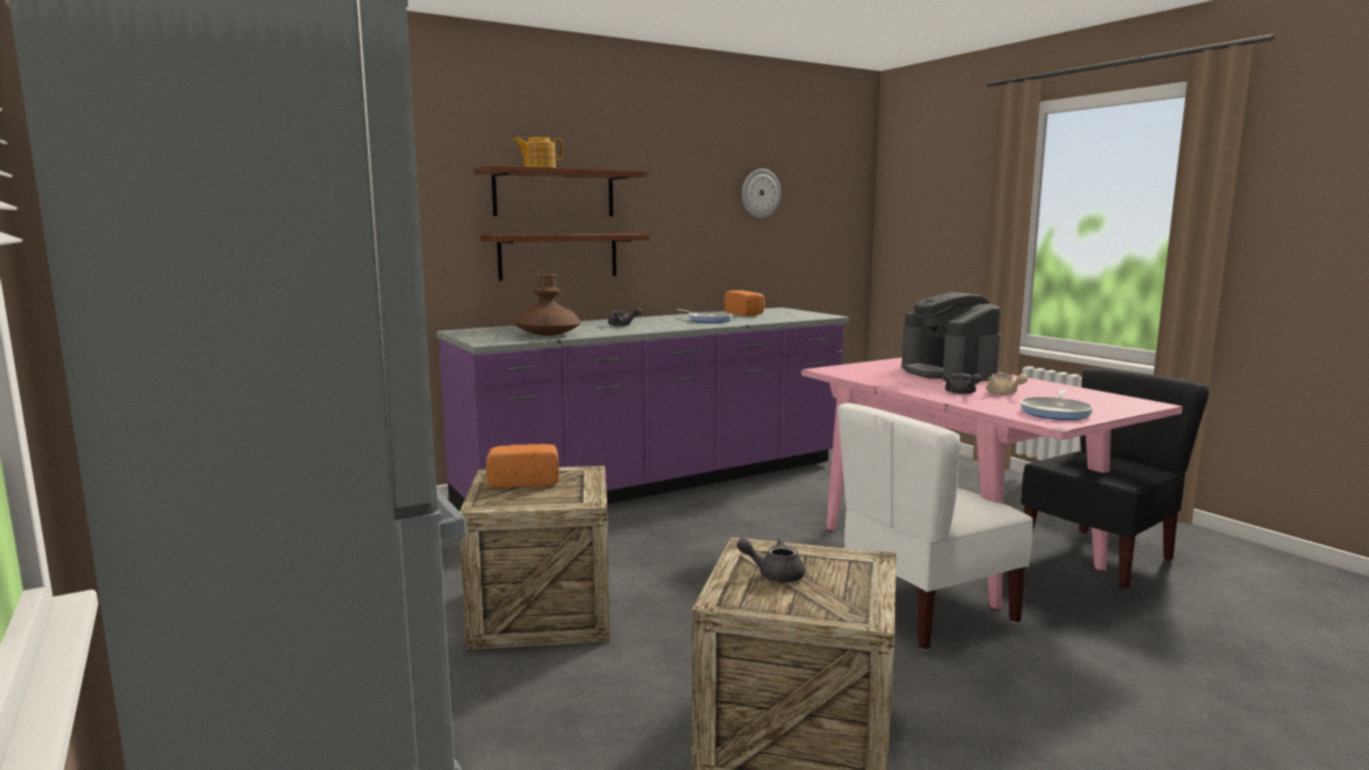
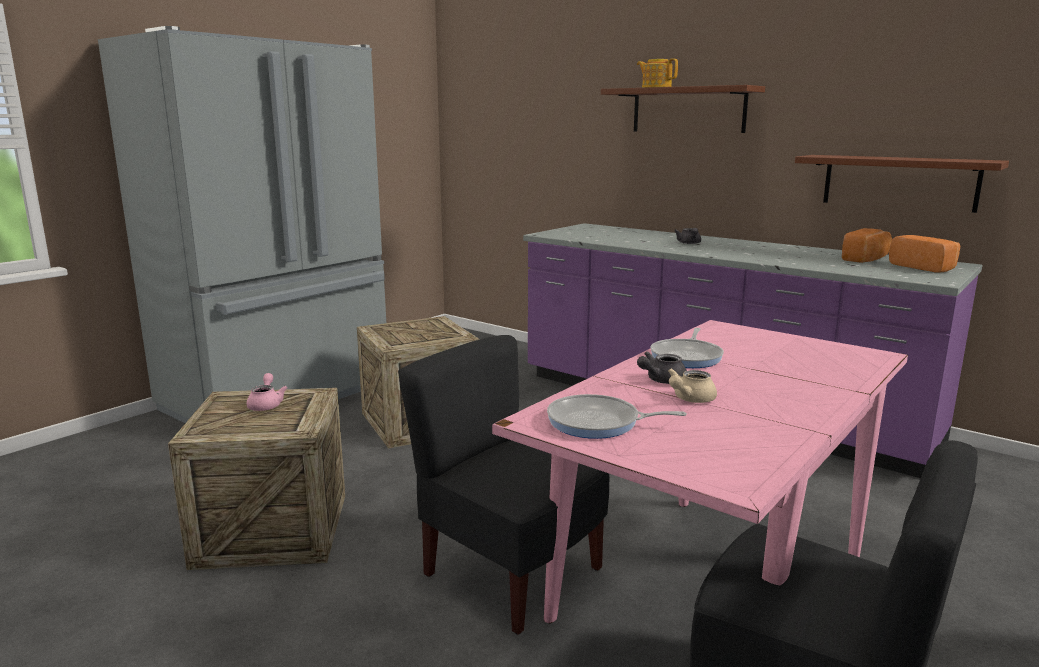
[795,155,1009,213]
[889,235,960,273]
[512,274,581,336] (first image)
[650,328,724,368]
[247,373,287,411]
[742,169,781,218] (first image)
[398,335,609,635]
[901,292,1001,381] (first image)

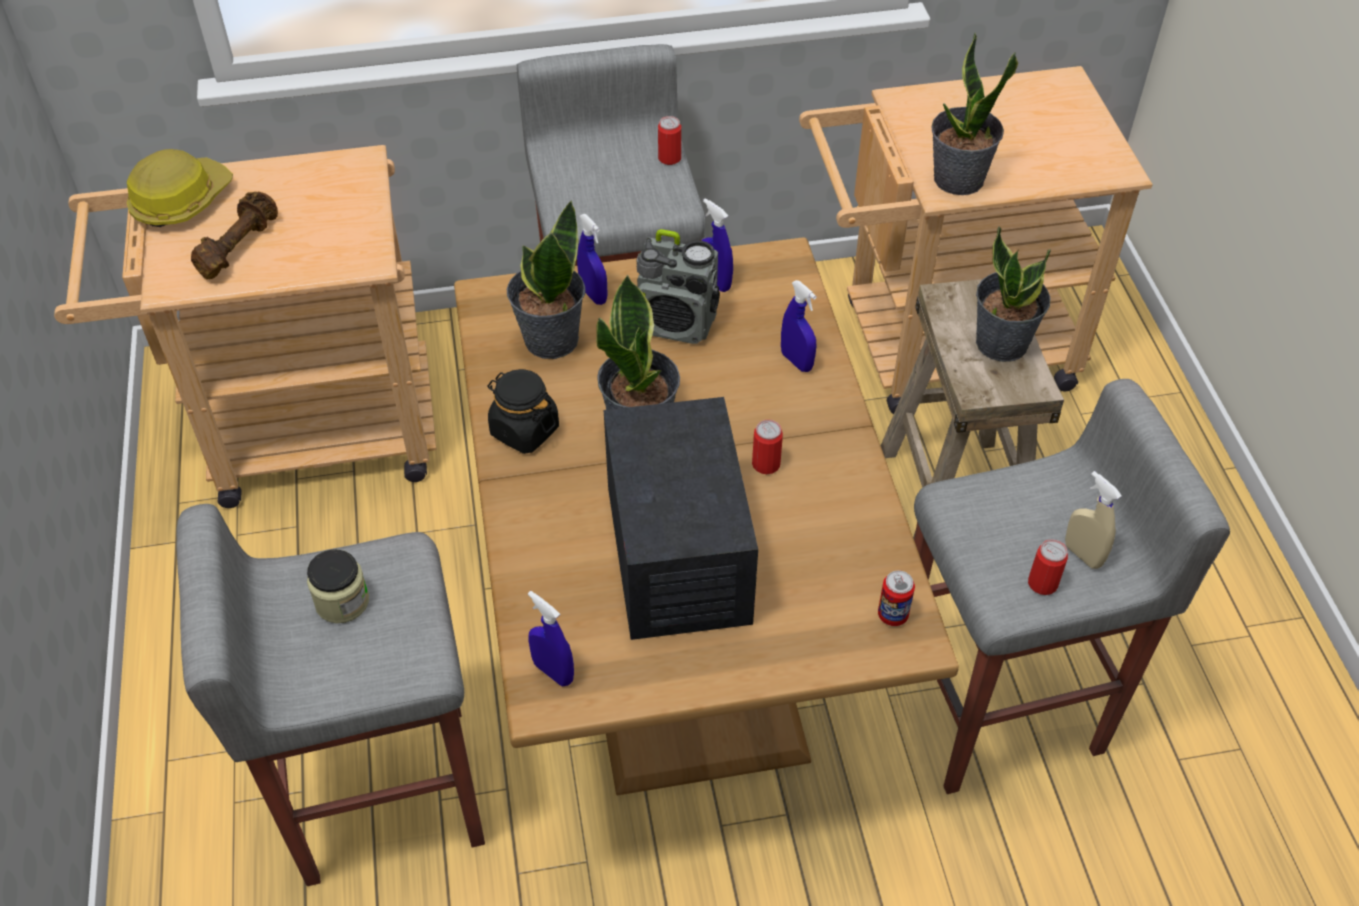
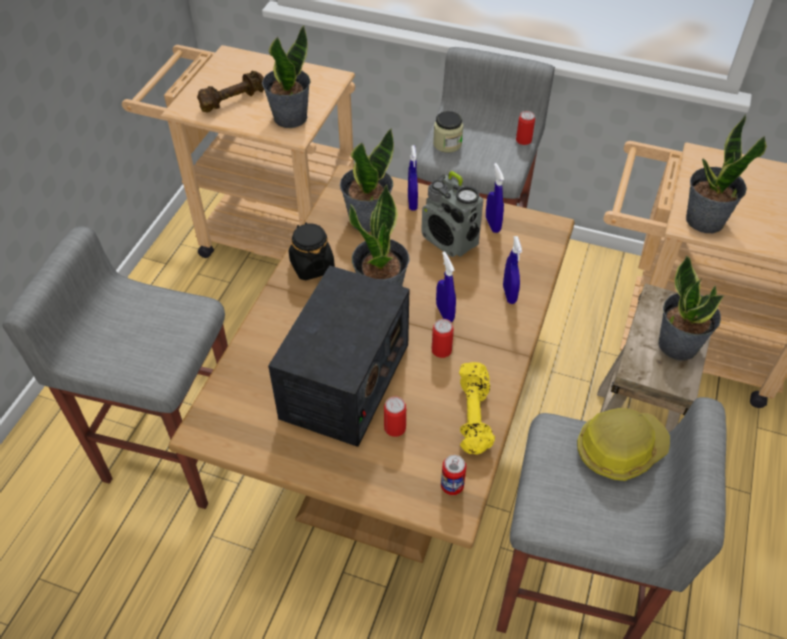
[577,408,670,481]
[433,111,463,153]
[436,251,456,323]
[384,396,406,437]
[1065,471,1122,569] (first image)
[262,26,310,128]
[459,362,495,454]

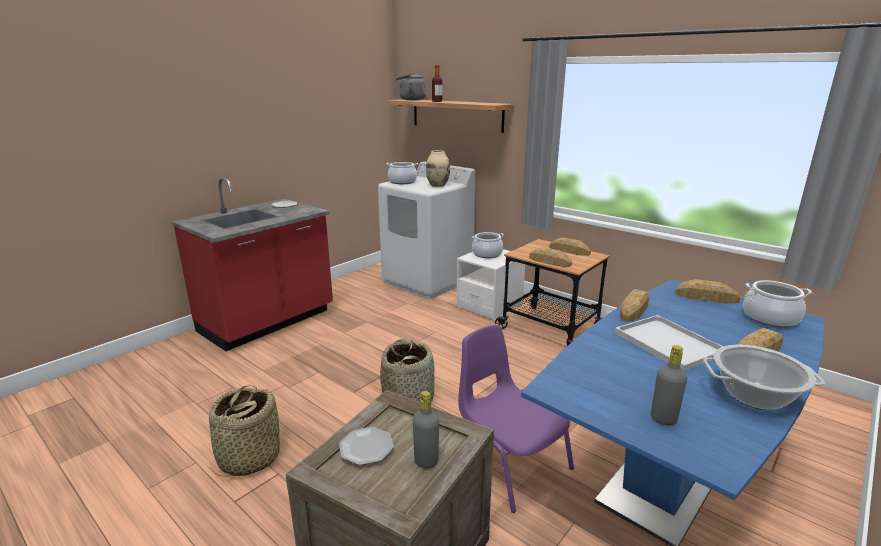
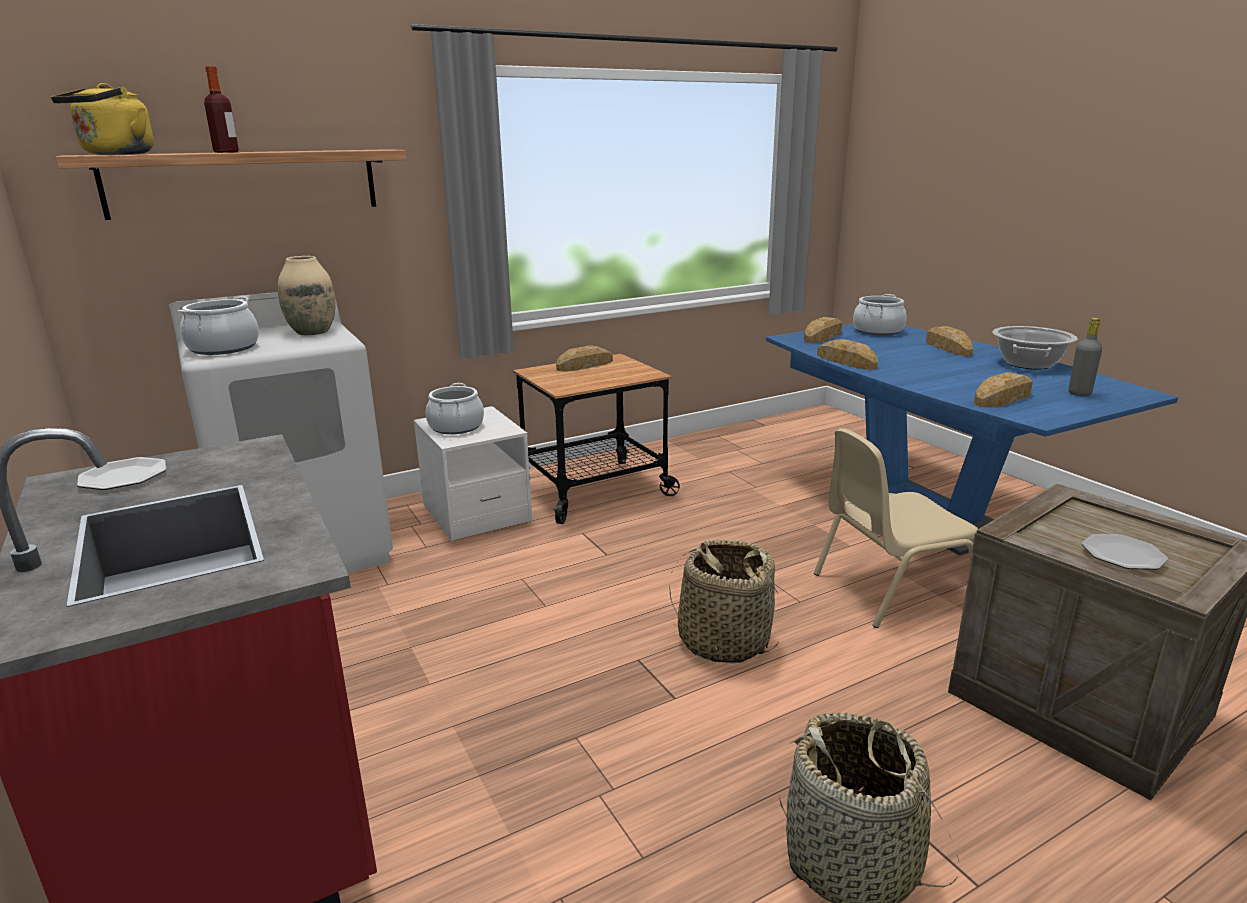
[51,83,154,154]
[413,391,439,469] (first image)
[814,428,978,628]
[974,372,1033,407]
[615,315,723,371] (first image)

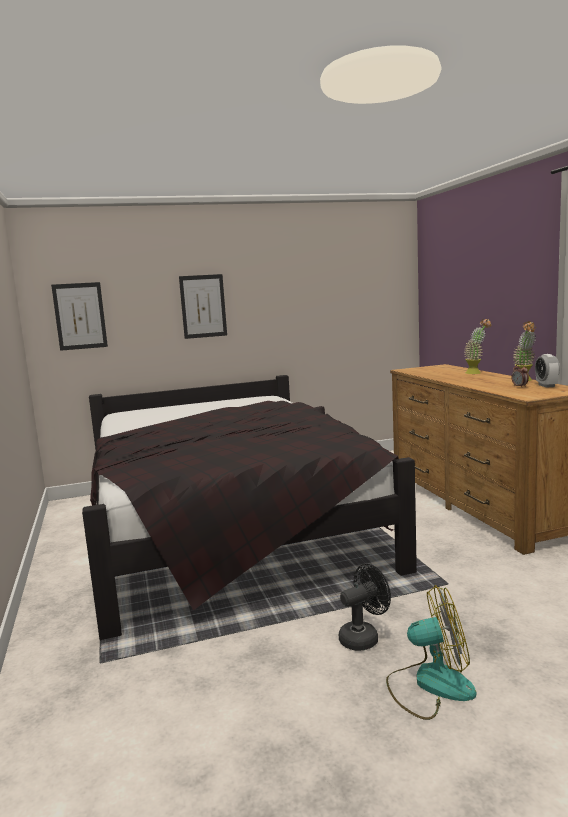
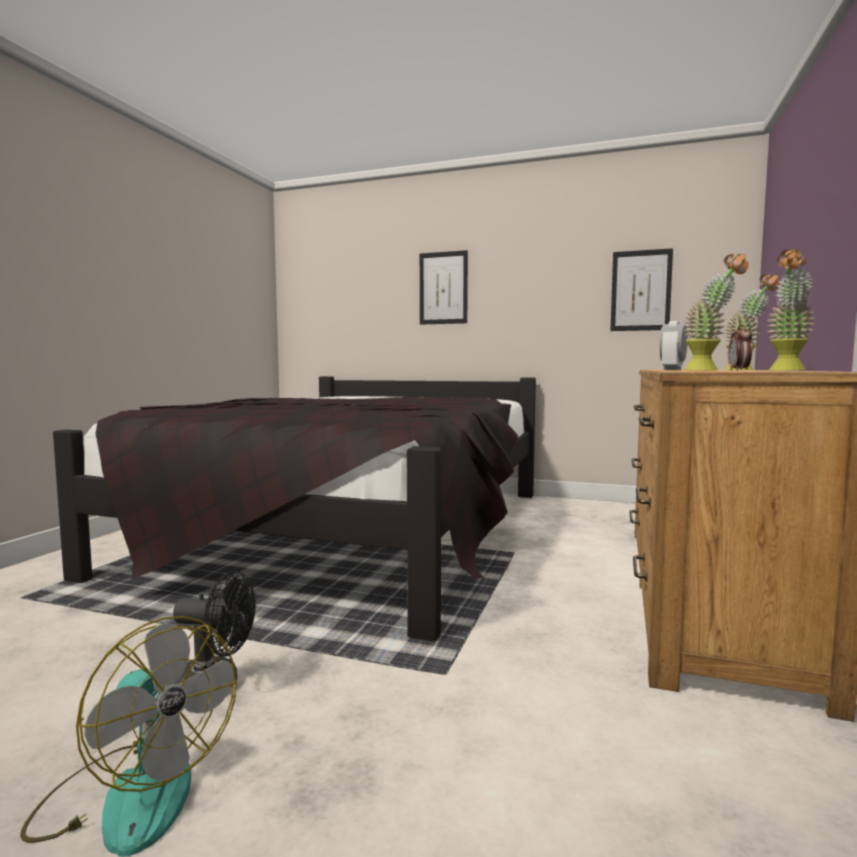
[610,248,673,331]
[659,321,688,370]
[684,254,749,370]

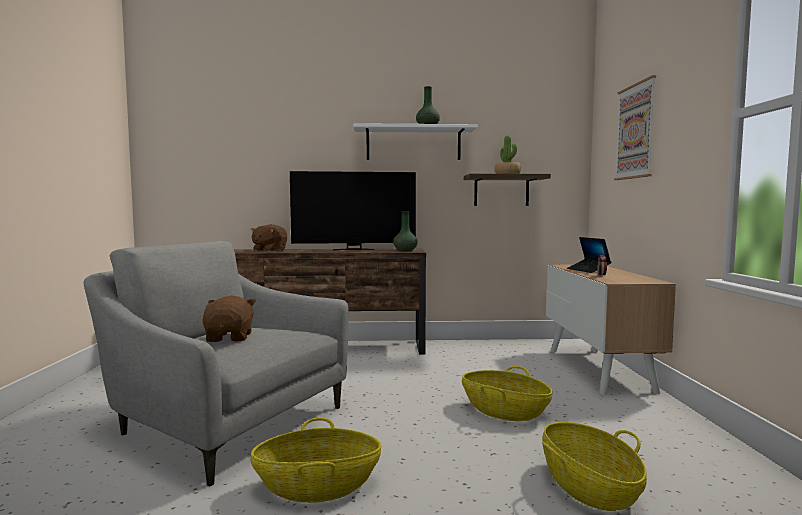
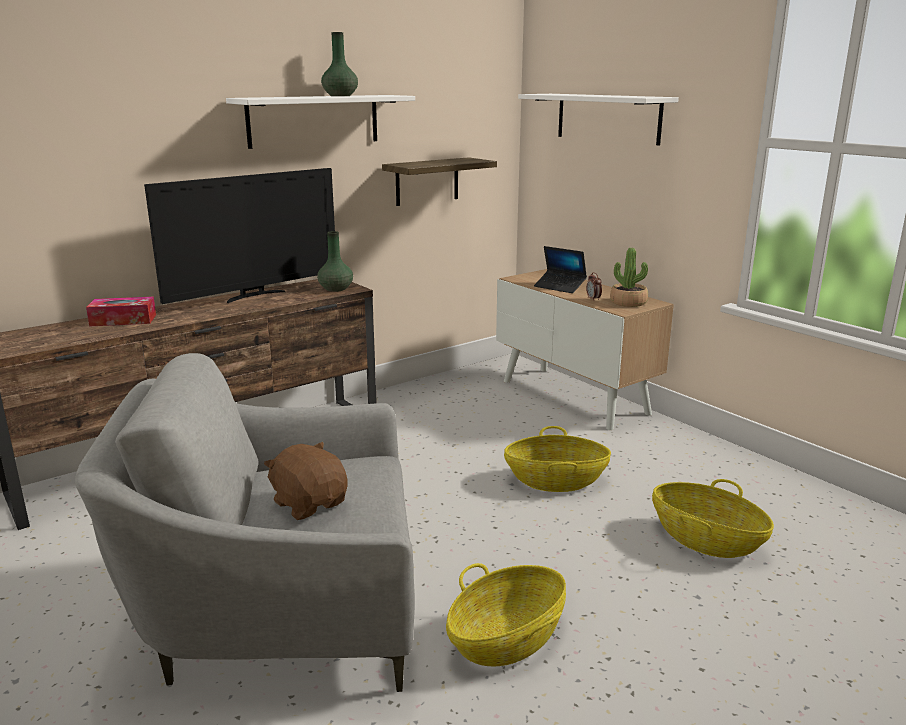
[86,297,156,327]
[610,248,648,307]
[518,94,679,146]

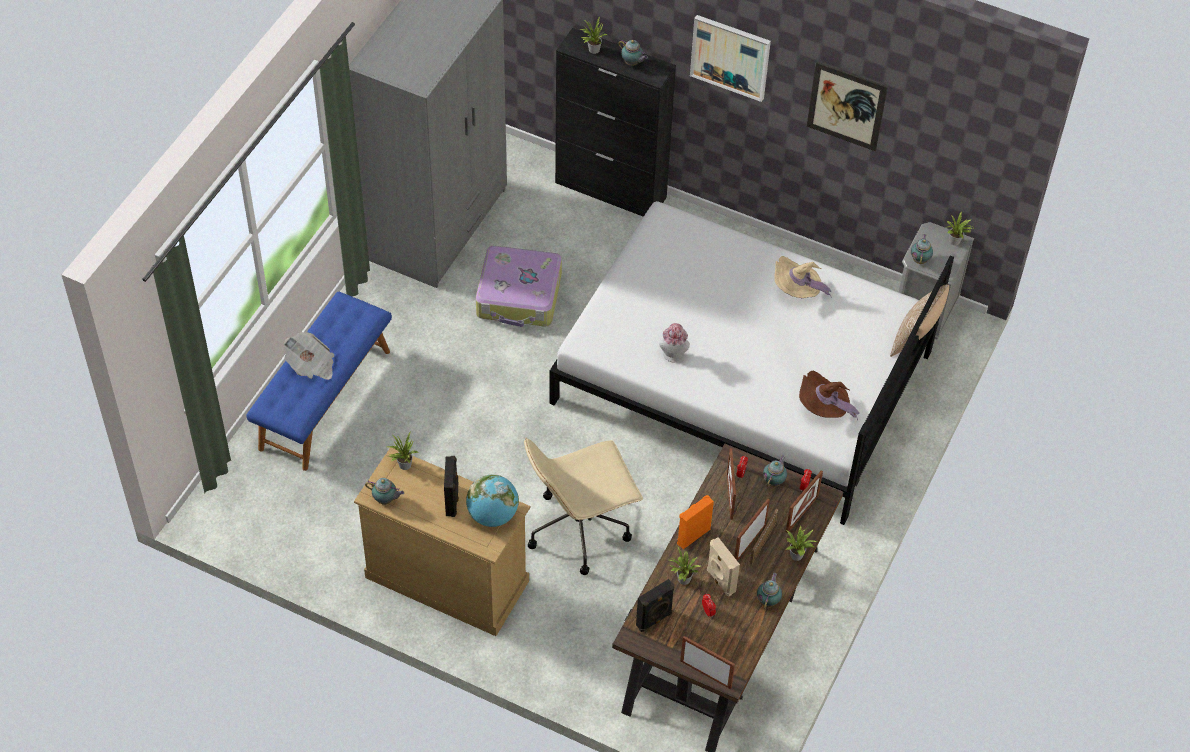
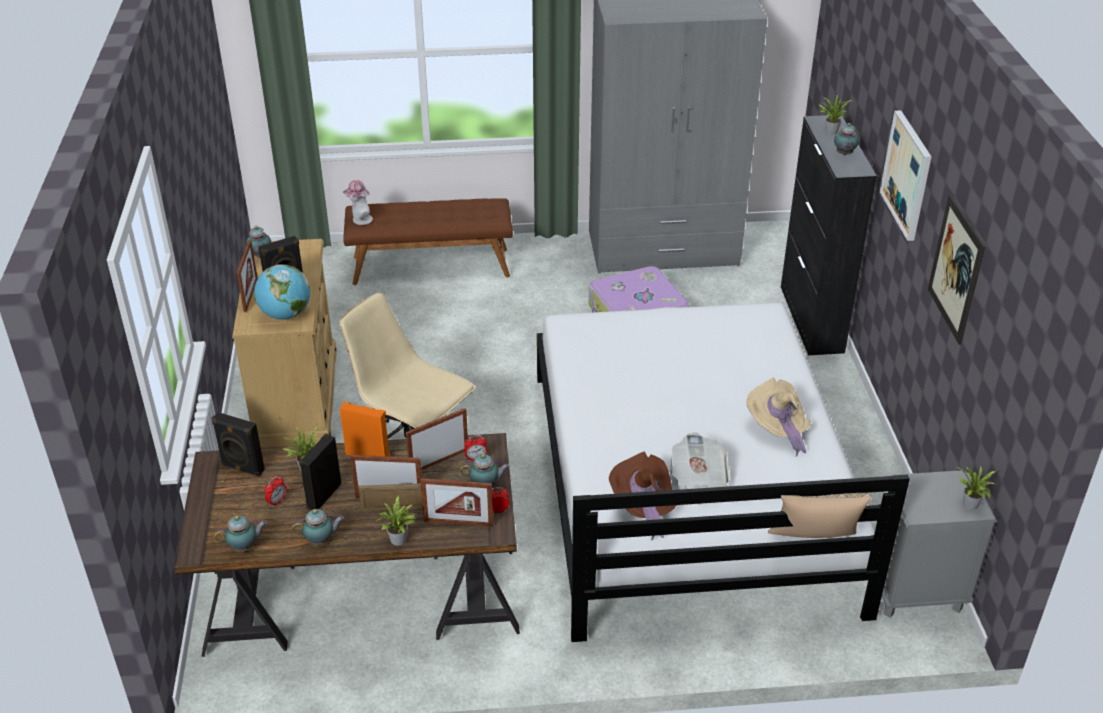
[343,198,513,285]
[670,433,729,505]
[387,431,418,470] (first image)
[342,180,373,225]
[237,240,258,312]
[299,434,342,511]
[214,515,267,552]

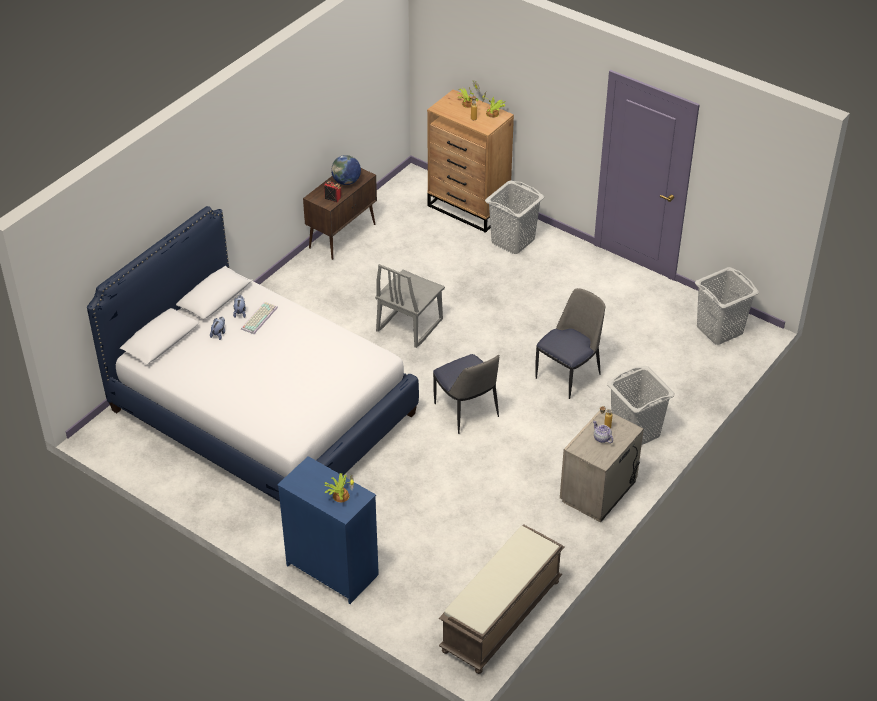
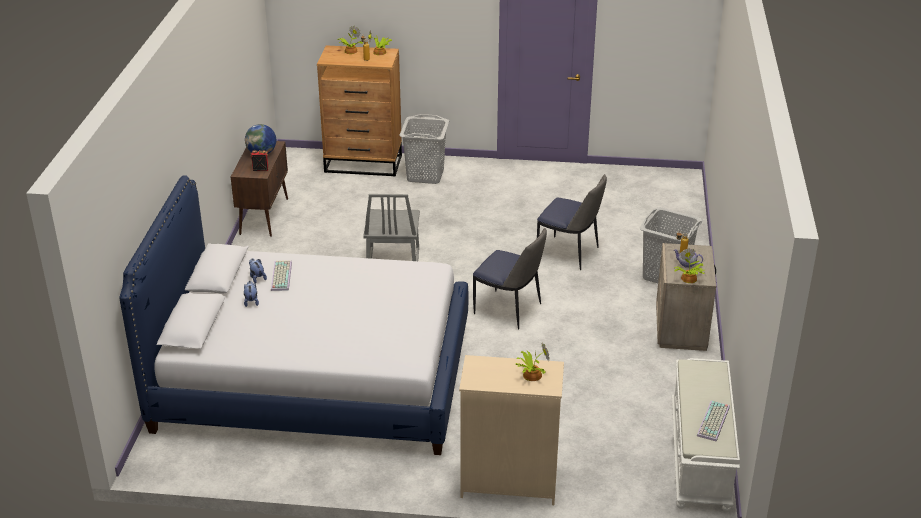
[459,355,564,505]
[672,358,740,512]
[537,174,607,270]
[695,267,759,345] (first image)
[674,248,704,283]
[697,401,730,442]

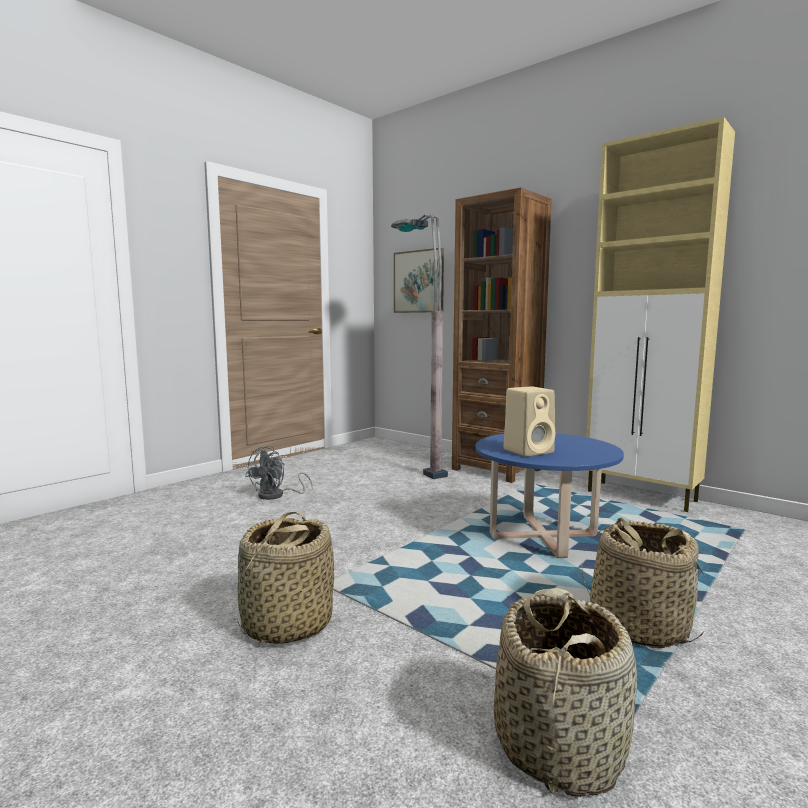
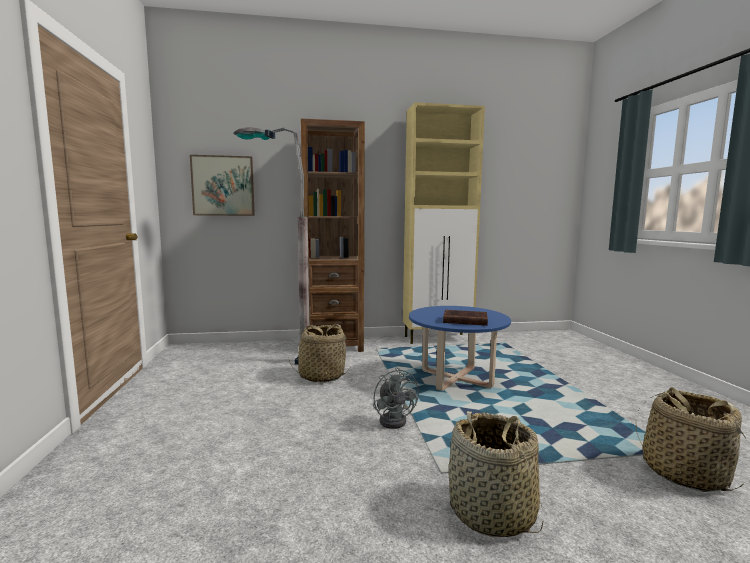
[373,367,419,429]
[443,310,488,326]
[288,324,351,382]

